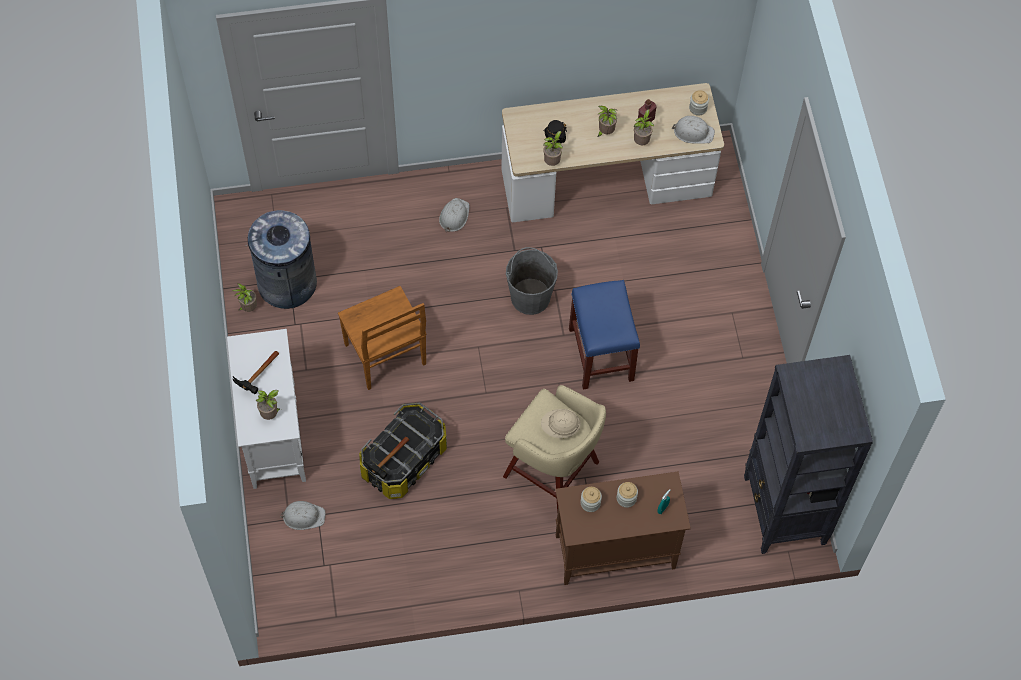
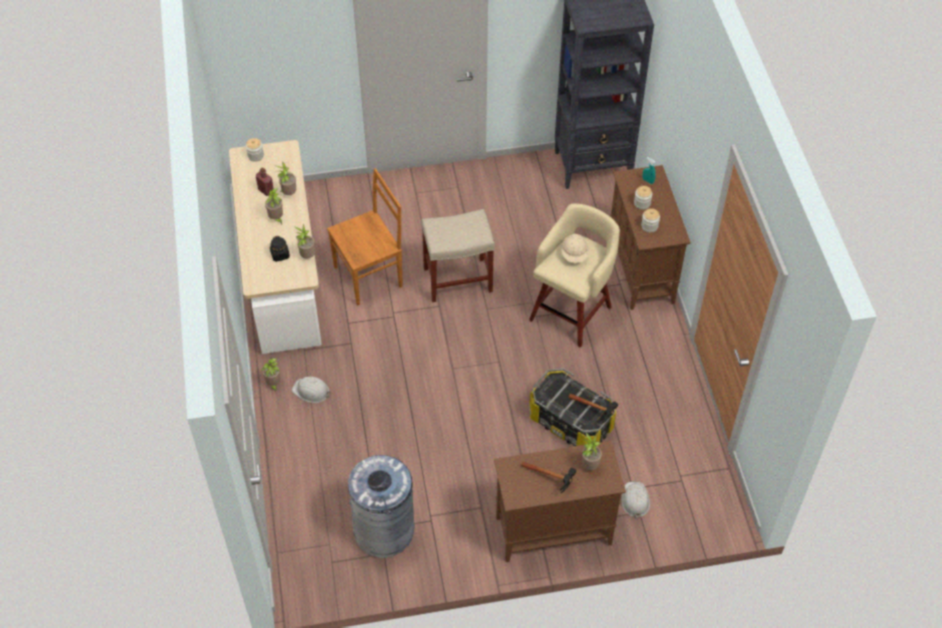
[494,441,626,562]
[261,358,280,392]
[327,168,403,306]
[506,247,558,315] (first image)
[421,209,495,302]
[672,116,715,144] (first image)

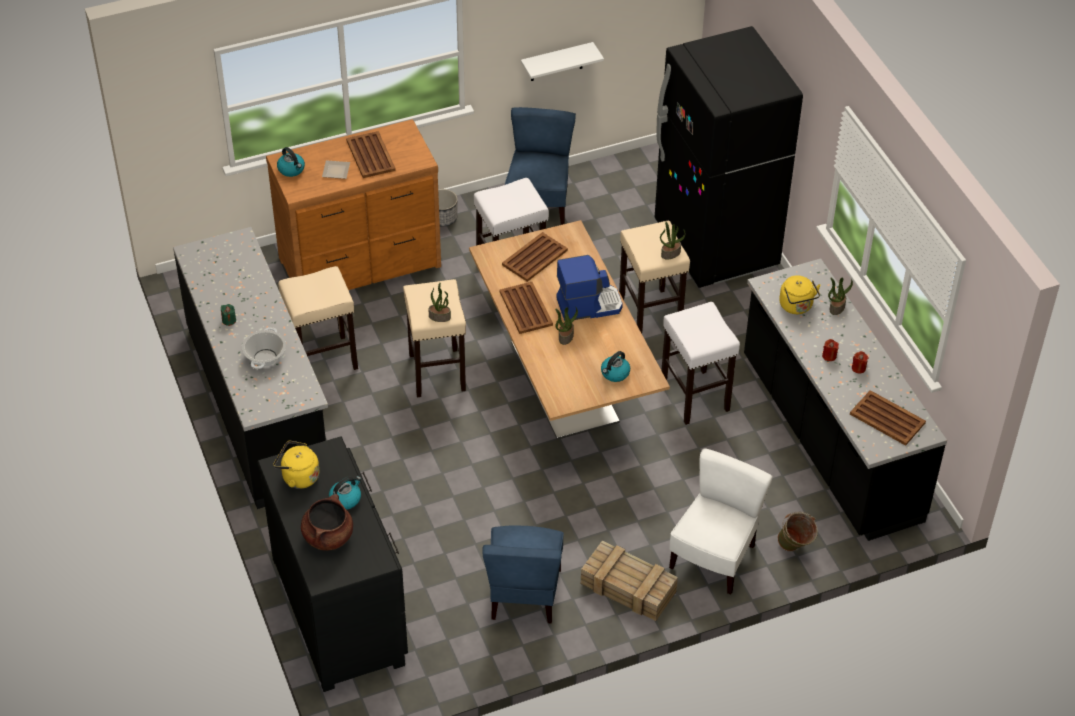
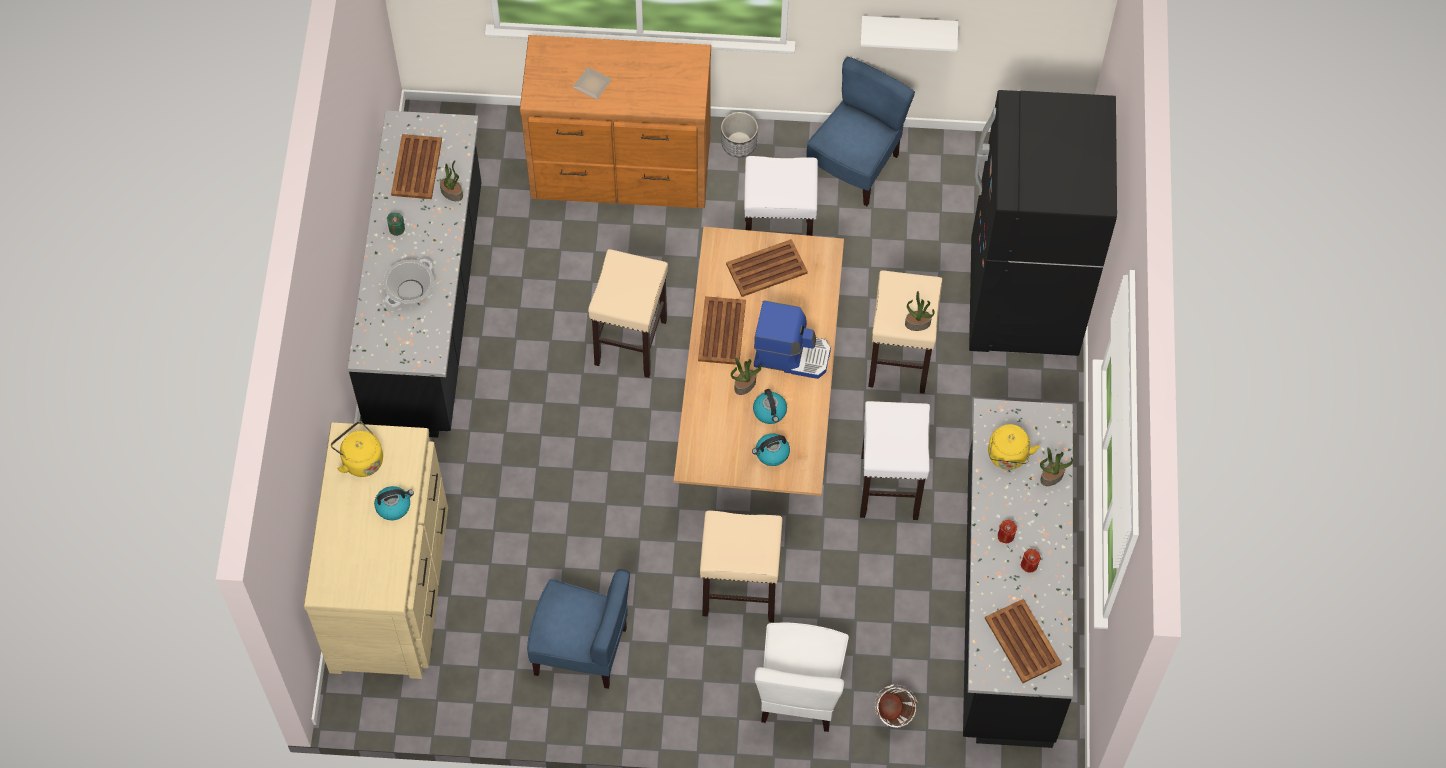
[304,423,448,679]
[753,389,787,424]
[700,510,782,622]
[301,494,353,551] (first image)
[391,134,442,199]
[440,160,463,201]
[527,569,630,689]
[581,541,678,621] (first image)
[755,622,849,732]
[875,685,917,728]

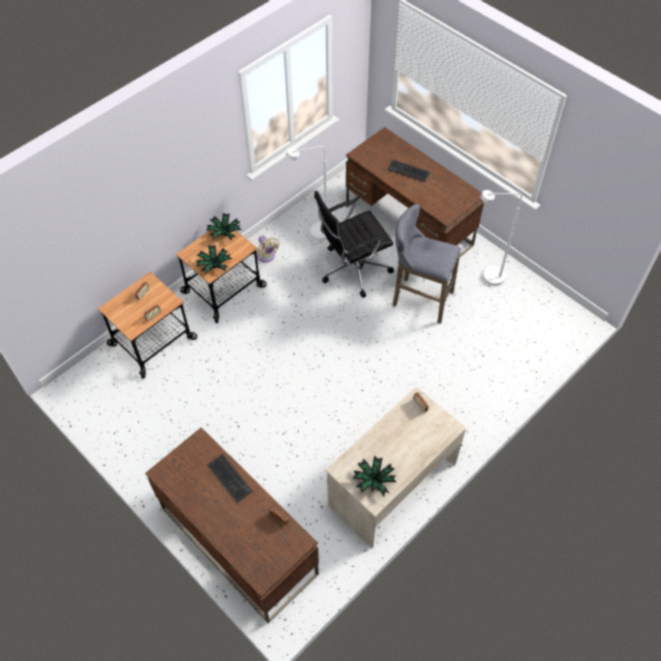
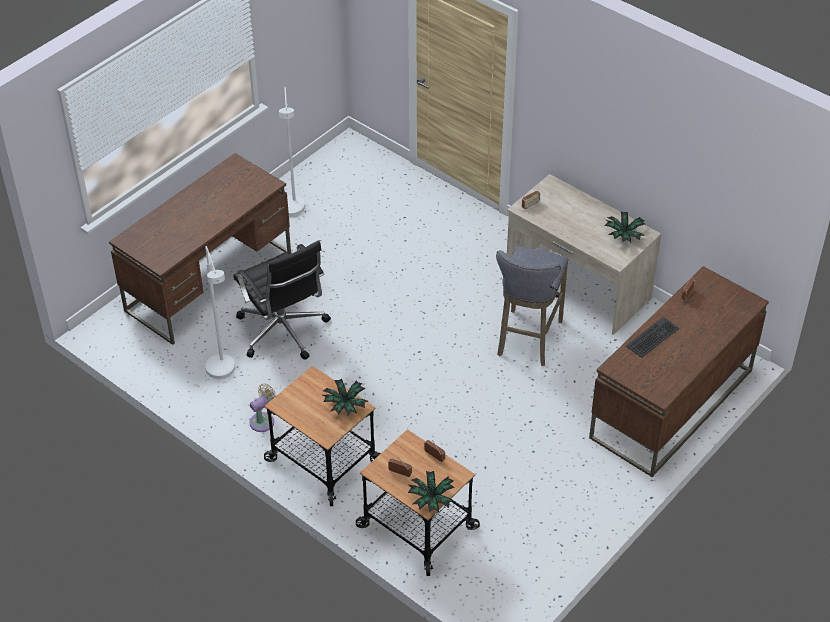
[408,471,455,513]
[387,160,431,182] (first image)
[496,246,568,366]

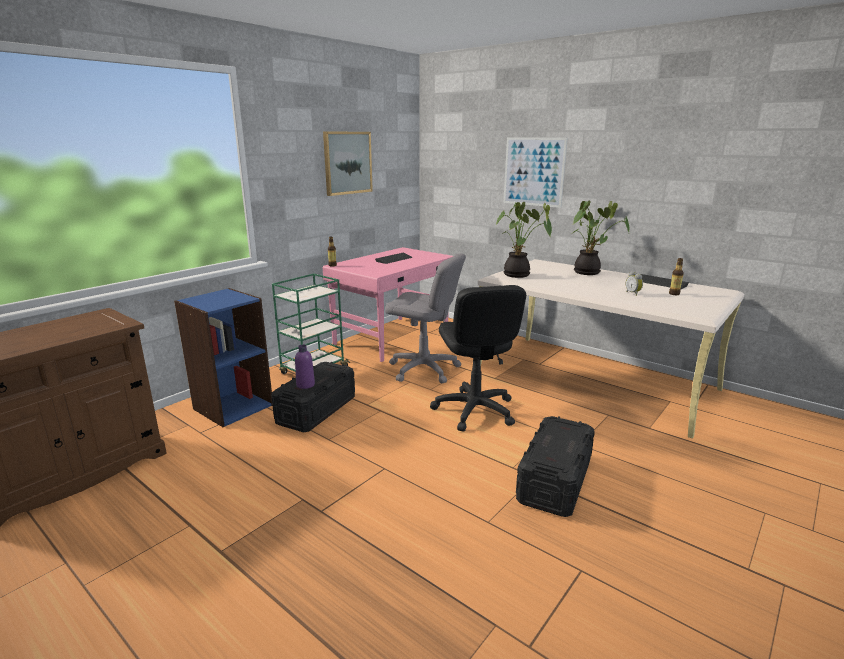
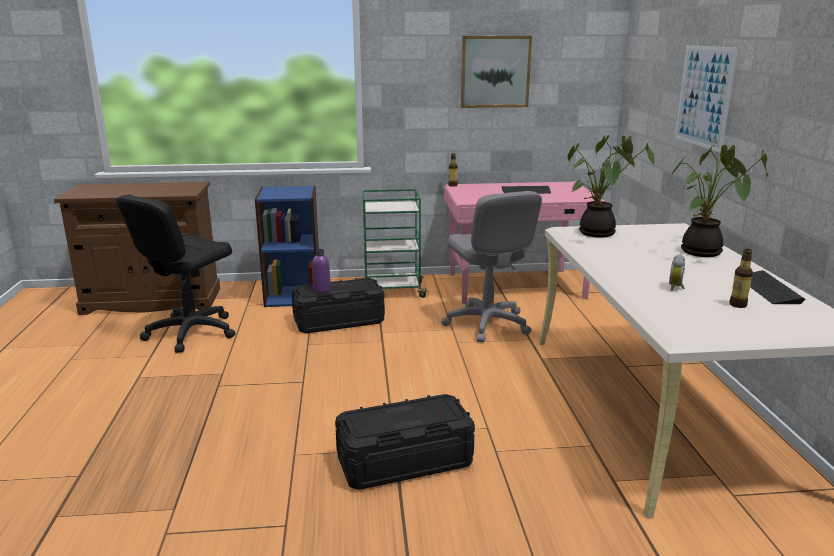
[116,195,236,353]

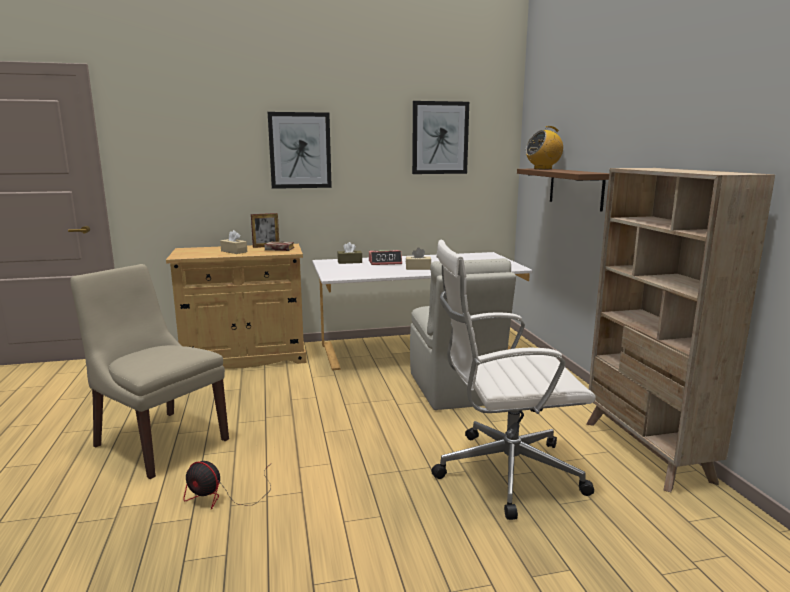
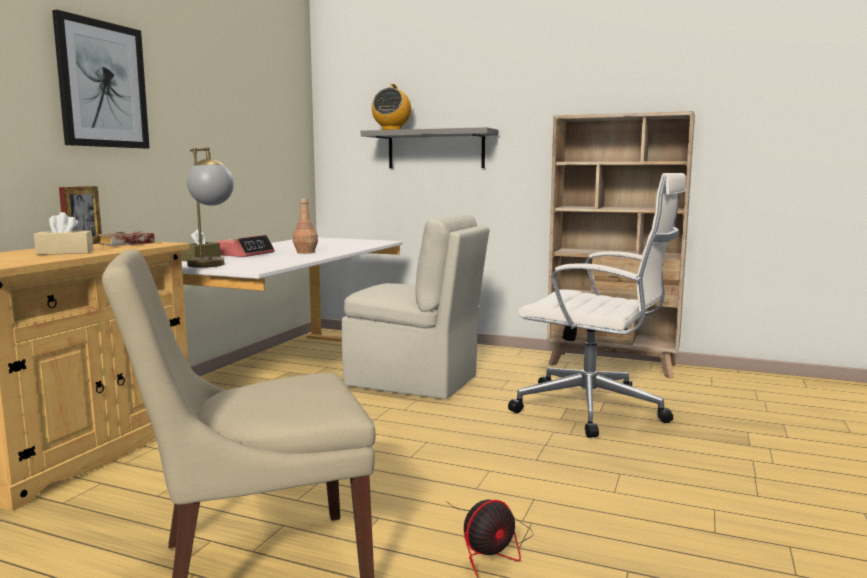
[293,199,318,254]
[412,101,469,174] (first image)
[508,173,686,438]
[361,127,499,168]
[187,148,234,268]

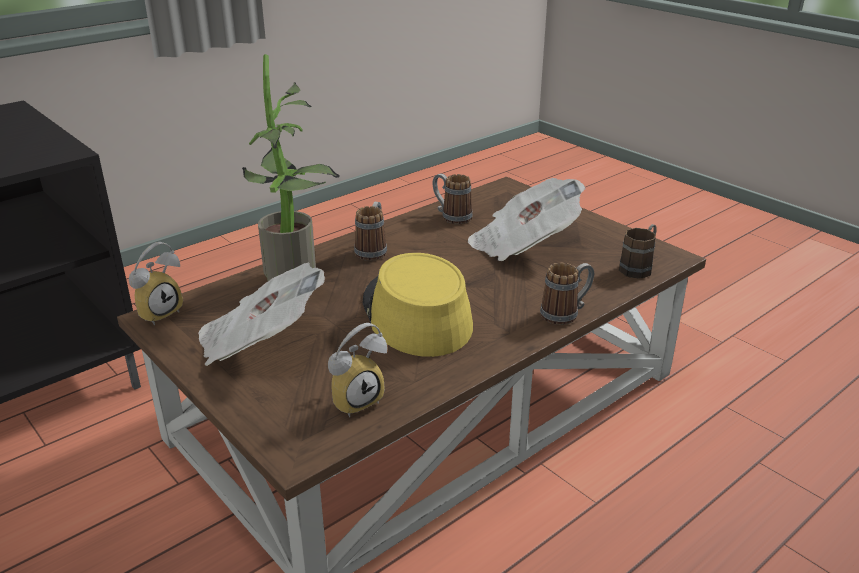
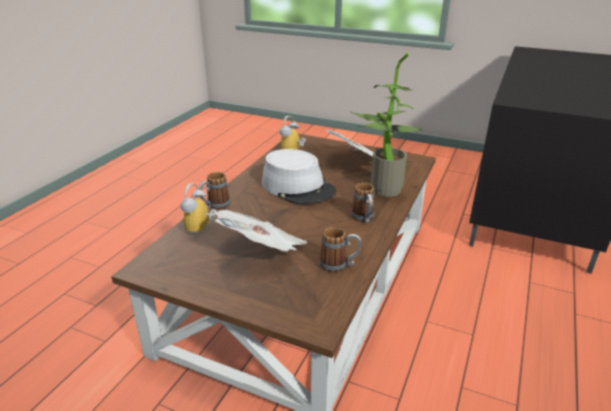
[180,183,217,236]
[262,149,336,204]
[619,224,657,279] (first image)

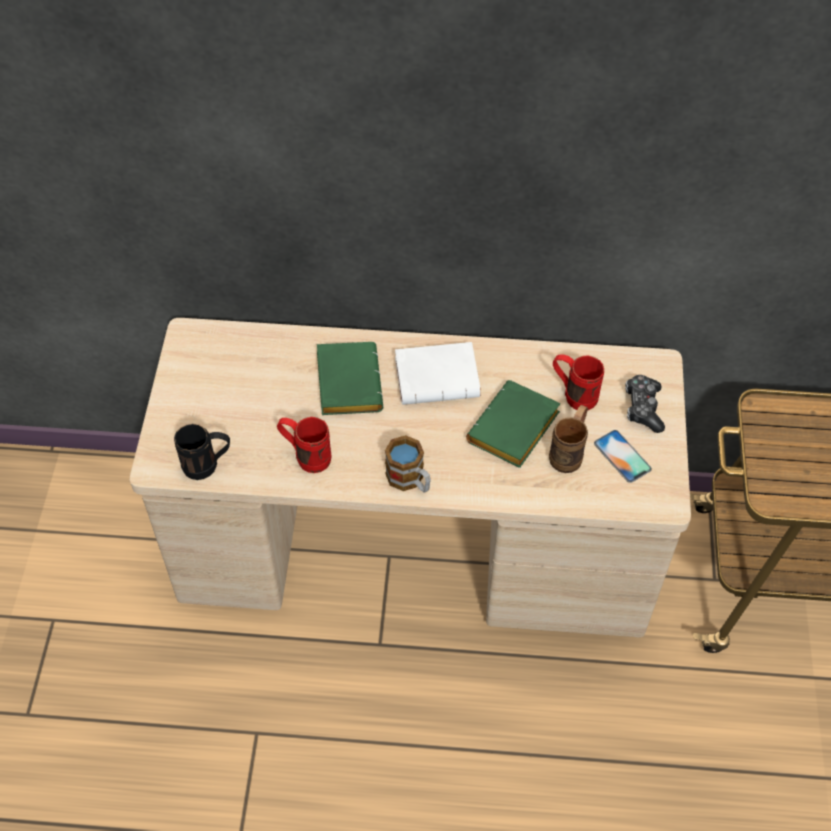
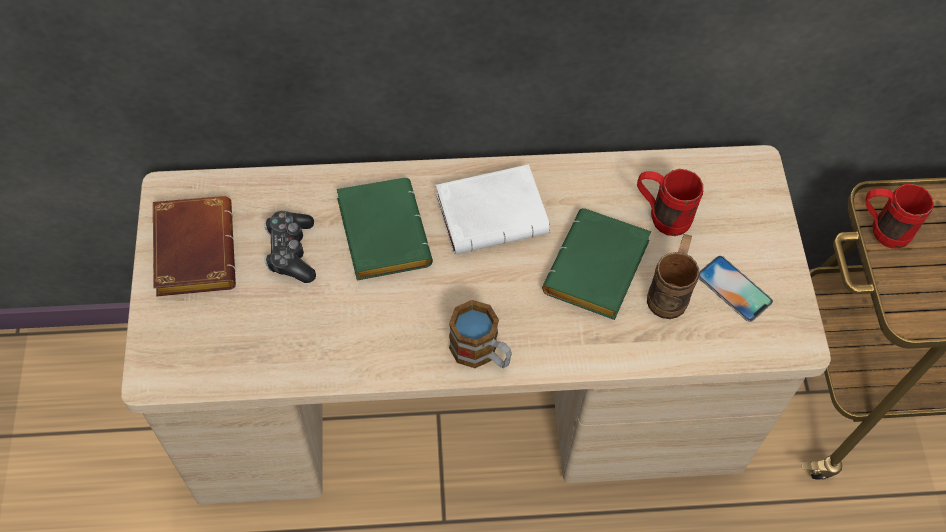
[174,424,230,480] (first image)
[866,184,934,249]
[264,211,316,283]
[153,196,236,296]

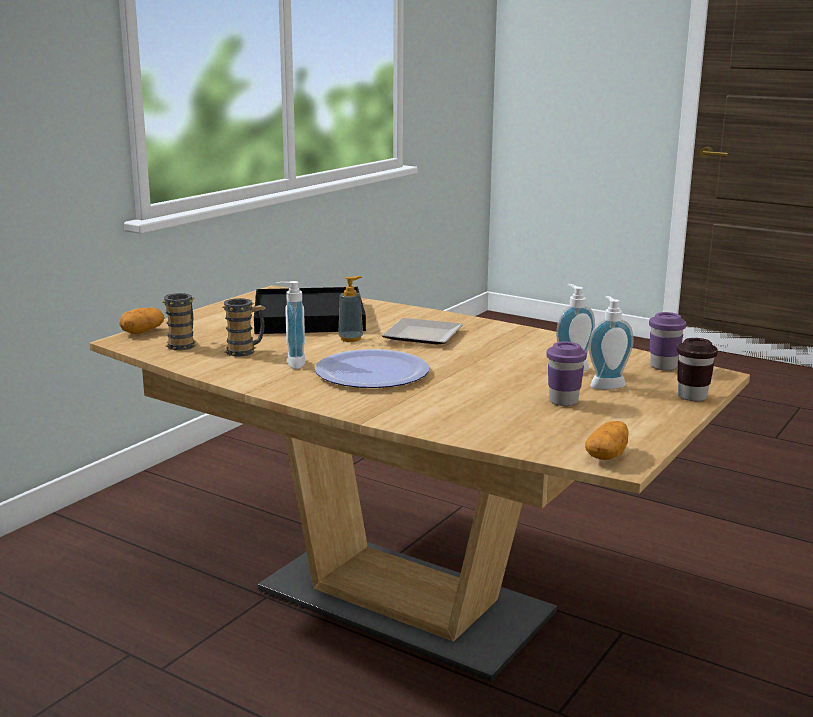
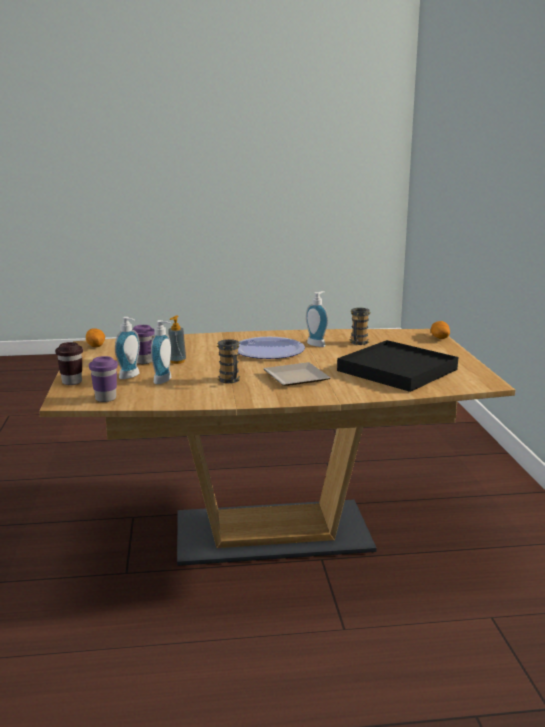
[217,339,241,383]
[168,315,186,364]

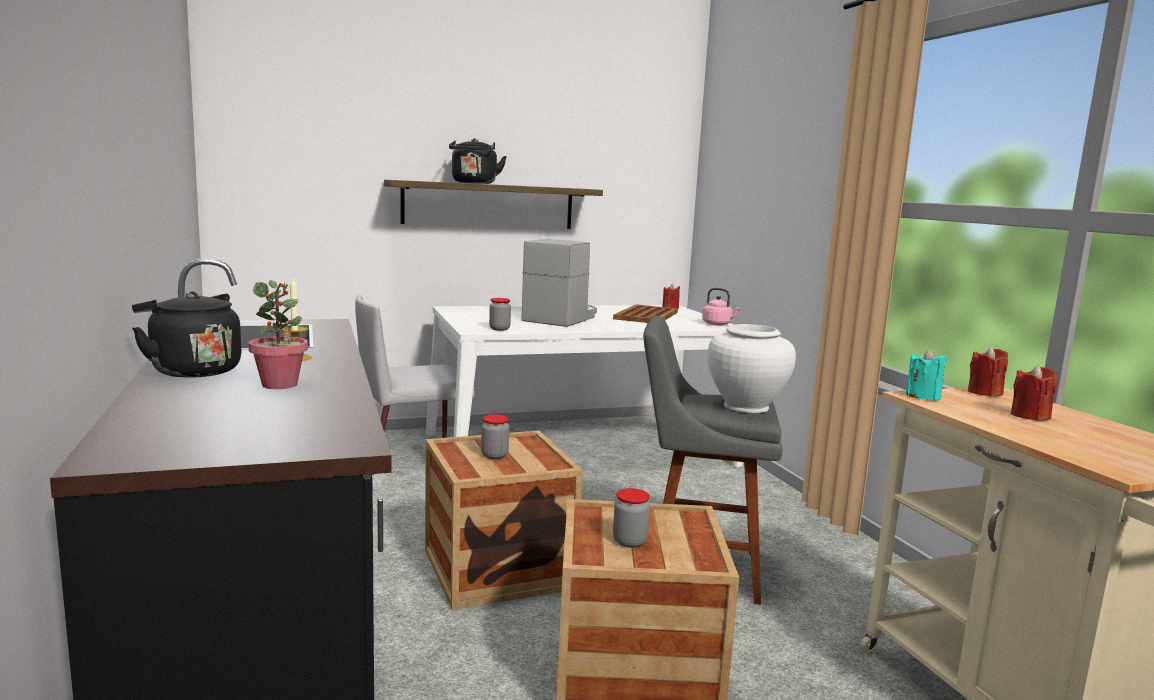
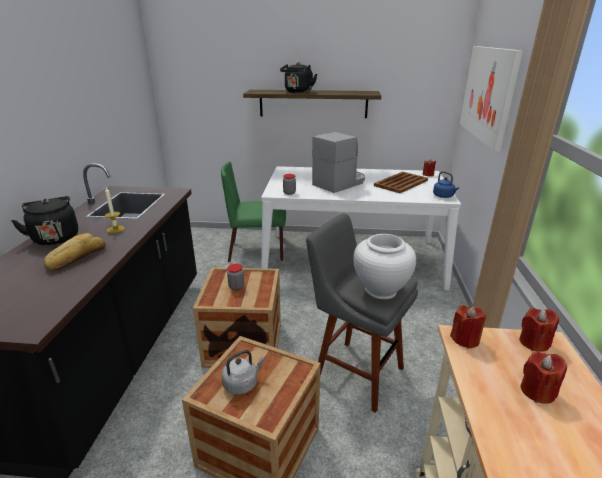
[44,233,106,271]
[221,161,286,262]
[222,350,265,395]
[433,171,459,198]
[450,305,486,349]
[460,46,523,152]

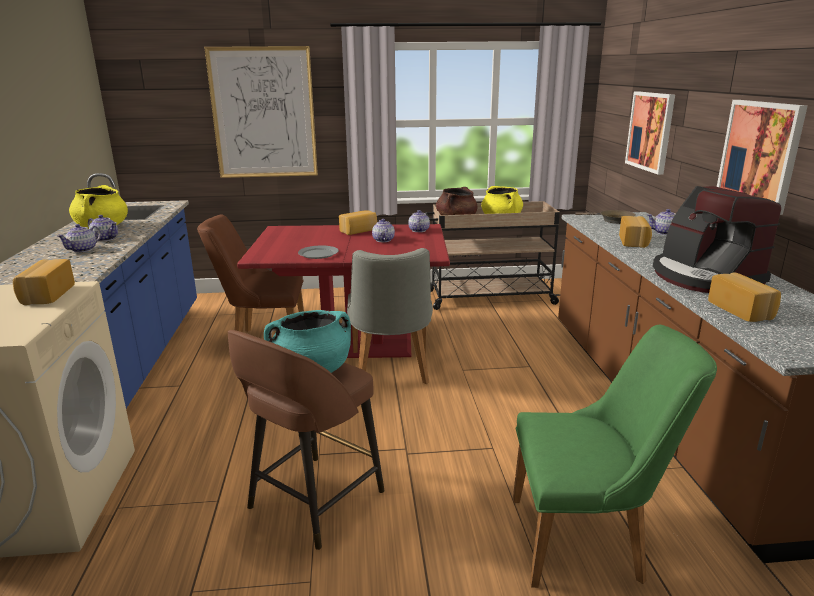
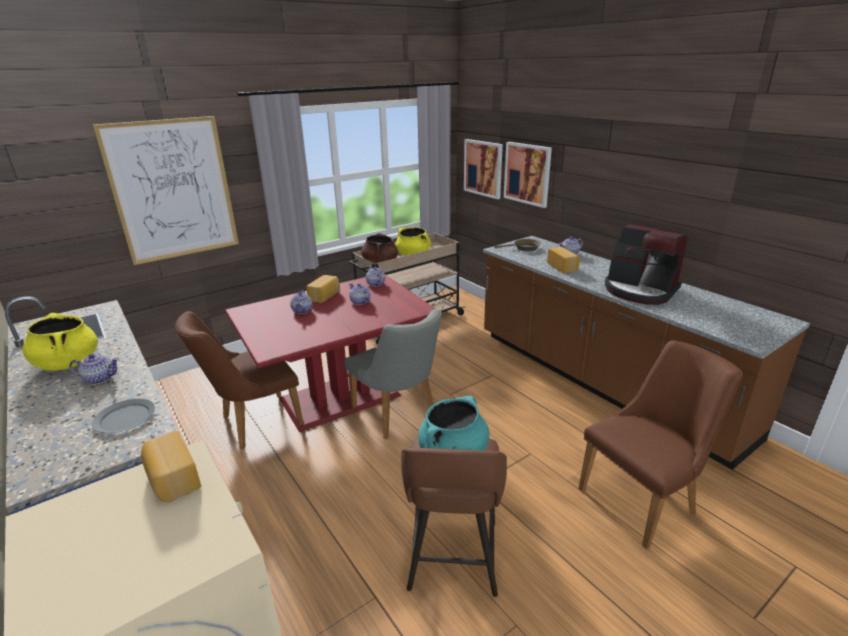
[290,290,312,314]
[92,399,155,433]
[578,340,743,549]
[708,272,781,322] (first image)
[464,139,503,199]

